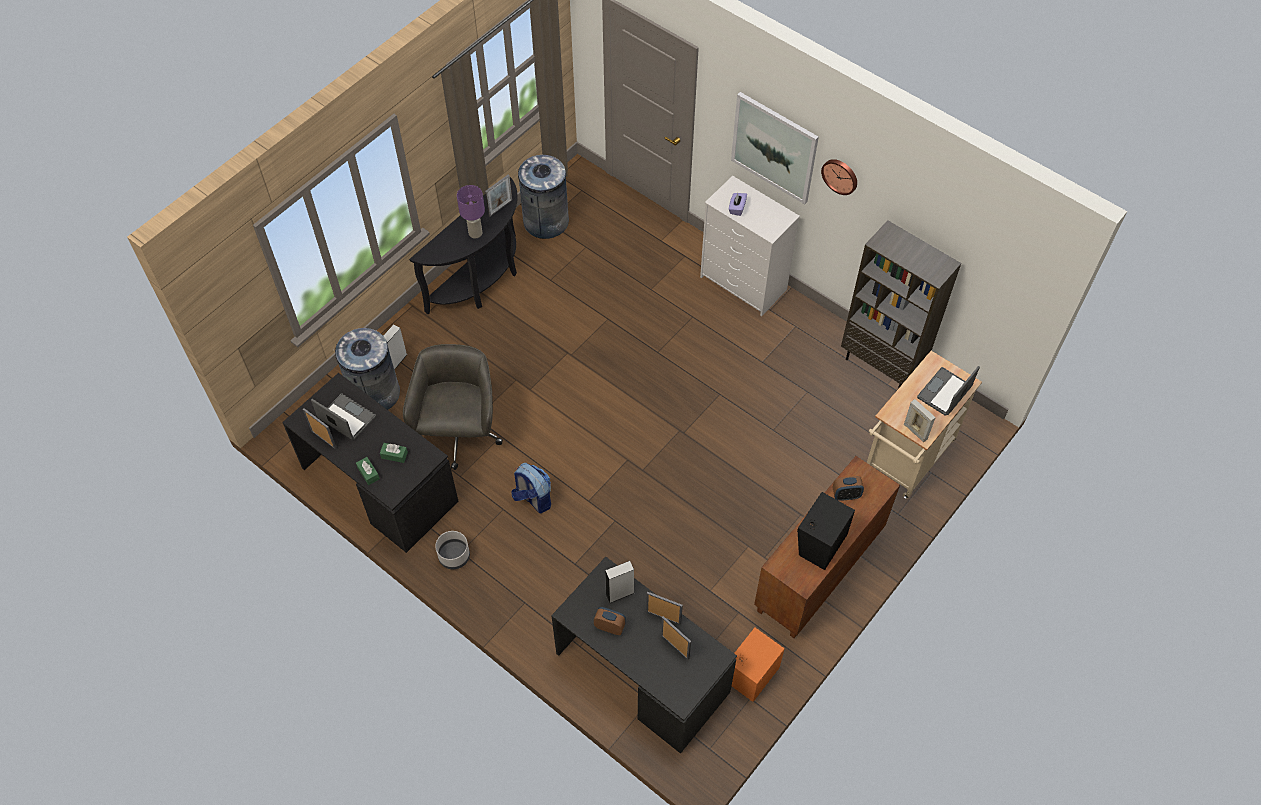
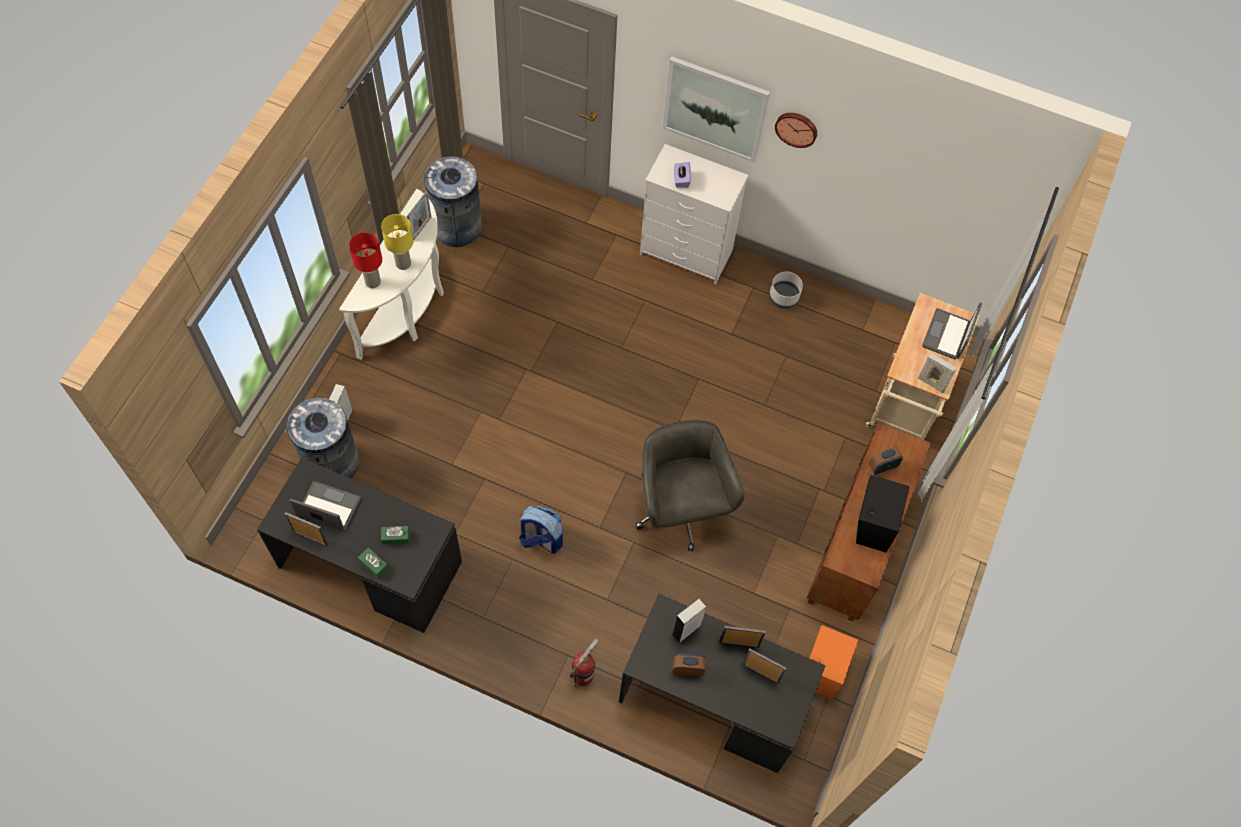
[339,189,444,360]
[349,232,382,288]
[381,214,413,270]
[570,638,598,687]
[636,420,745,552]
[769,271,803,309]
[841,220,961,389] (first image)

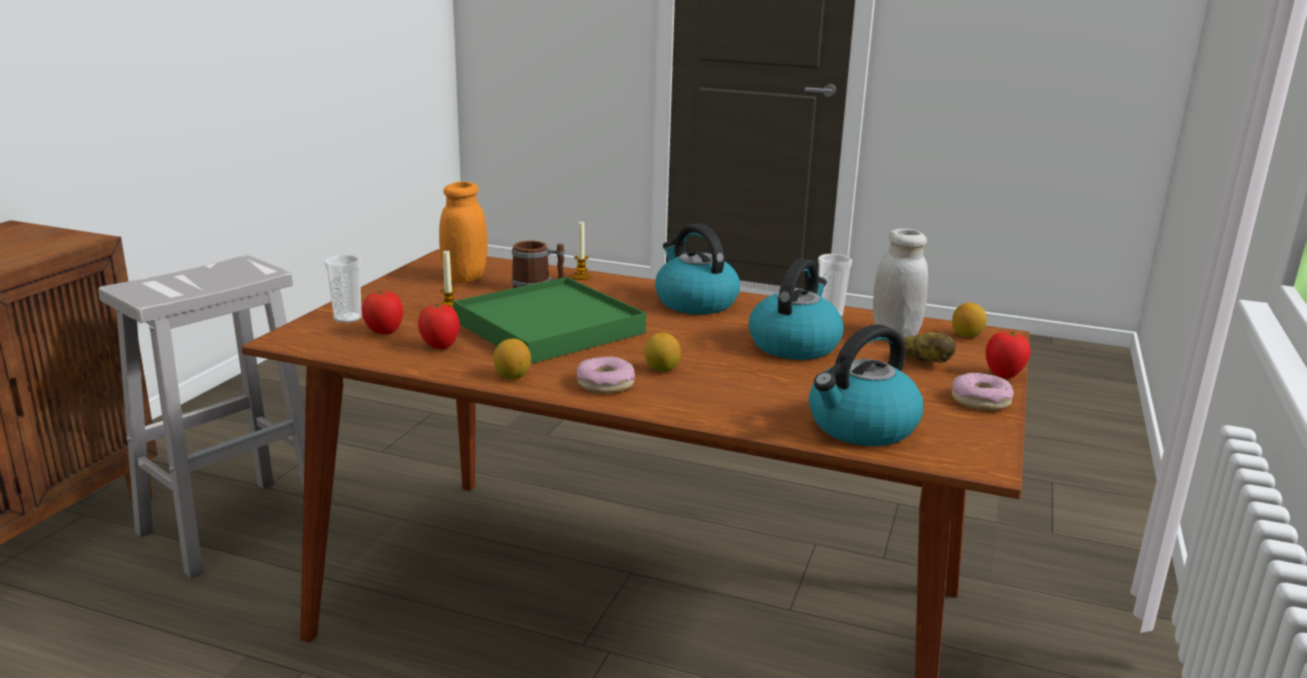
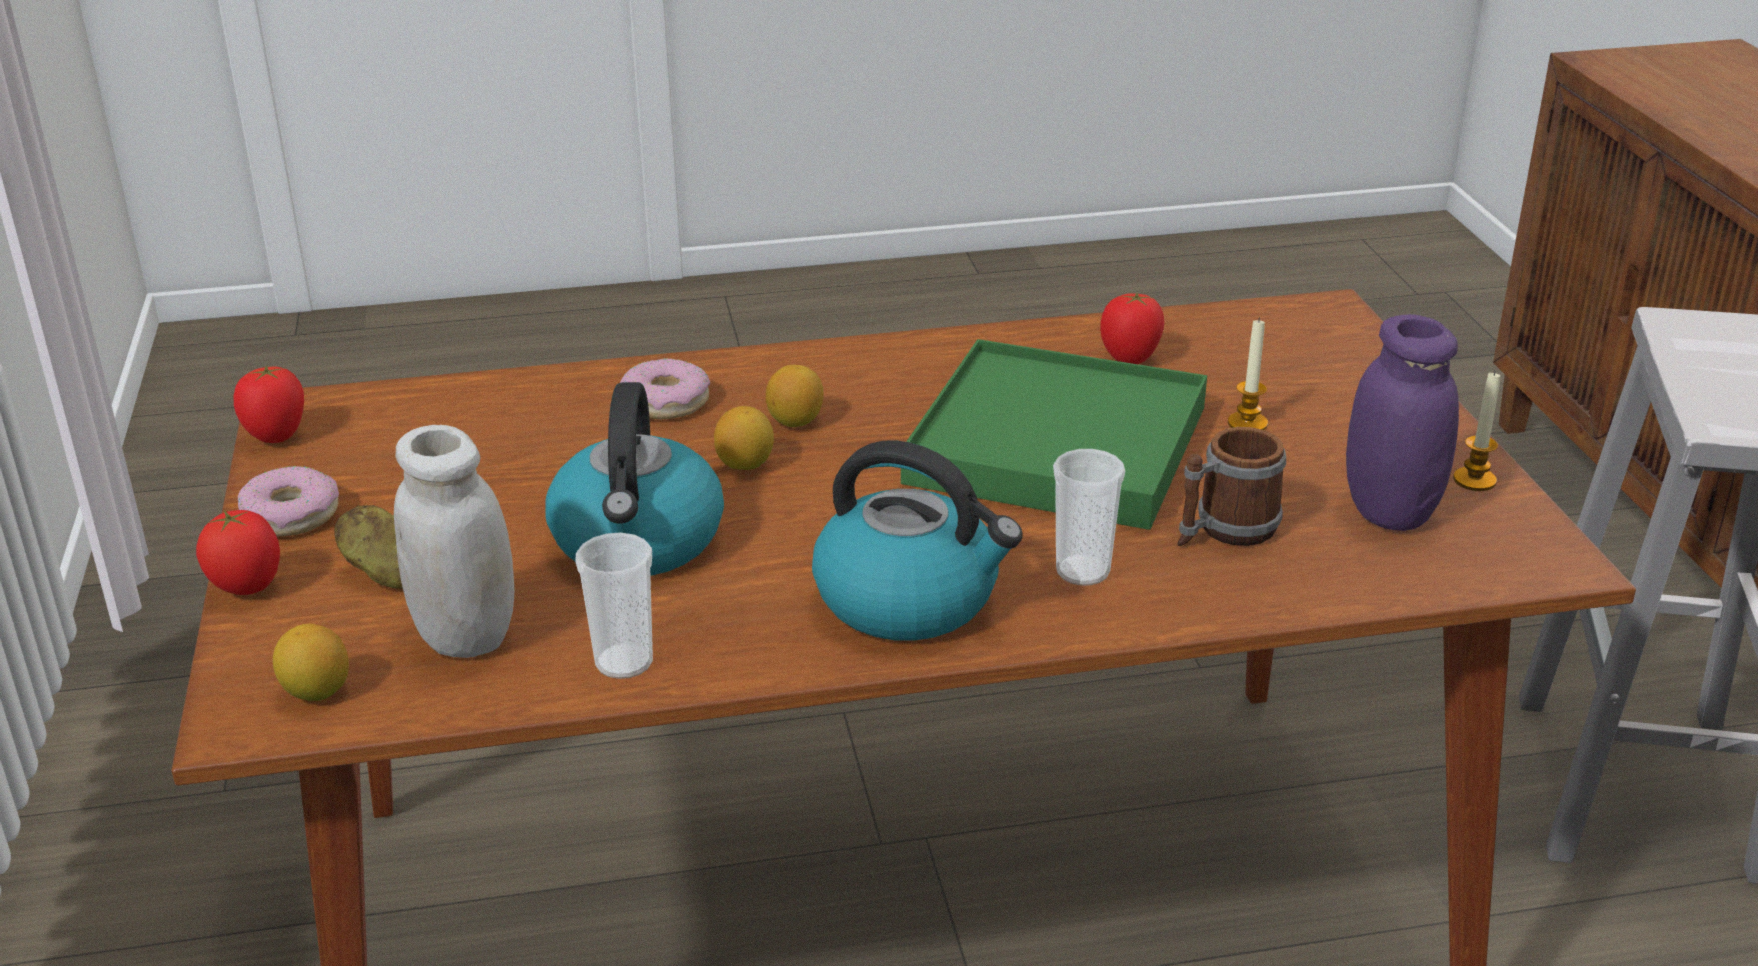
[234,365,304,443]
[620,358,710,419]
[714,406,774,470]
[1053,449,1125,586]
[1346,314,1459,531]
[1453,370,1501,491]
[809,324,924,446] (first image)

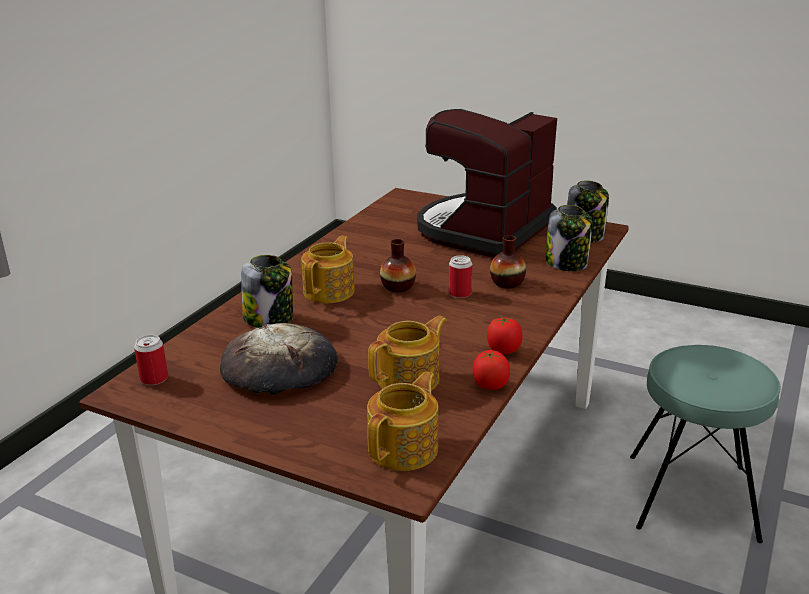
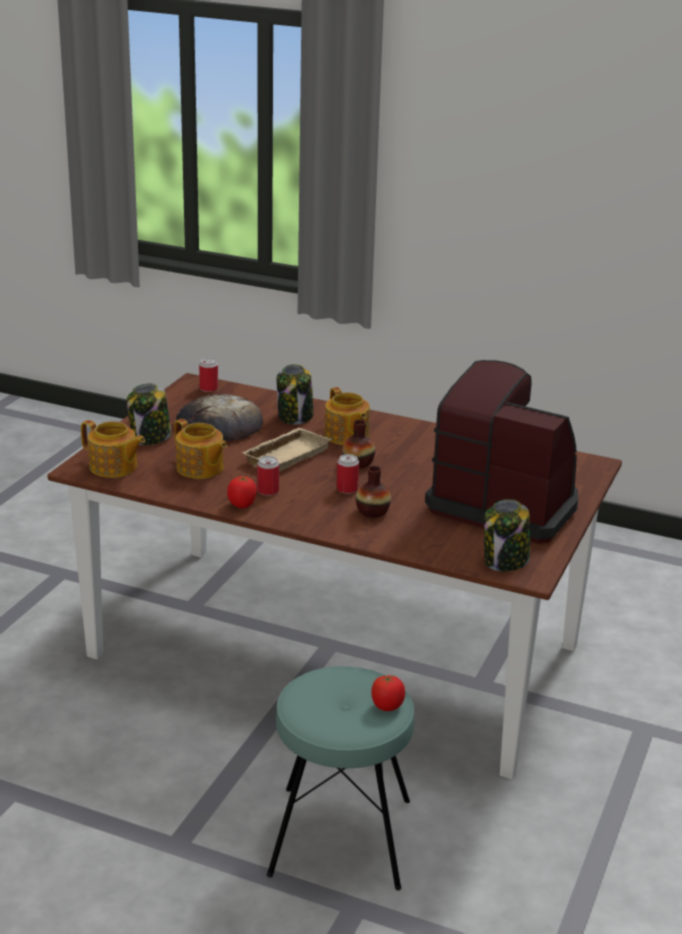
[127,383,171,445]
[241,428,332,472]
[257,456,279,496]
[324,387,370,445]
[371,674,405,711]

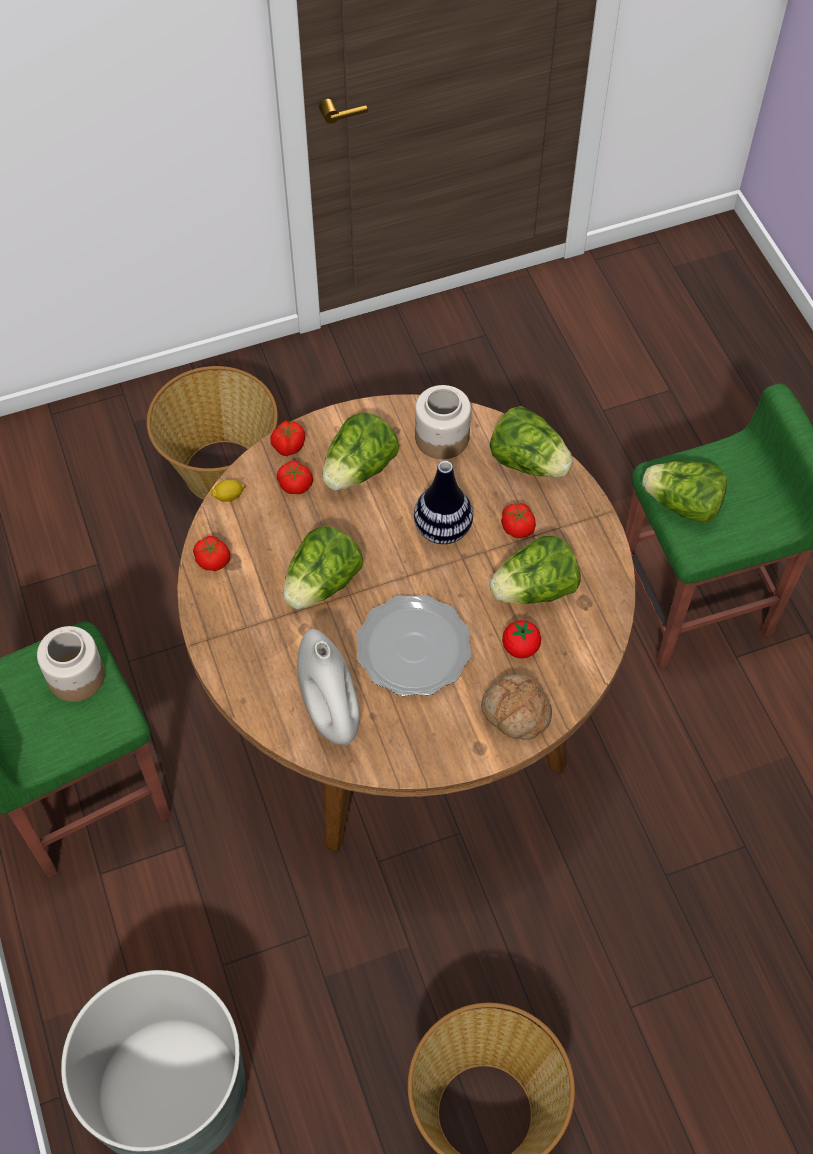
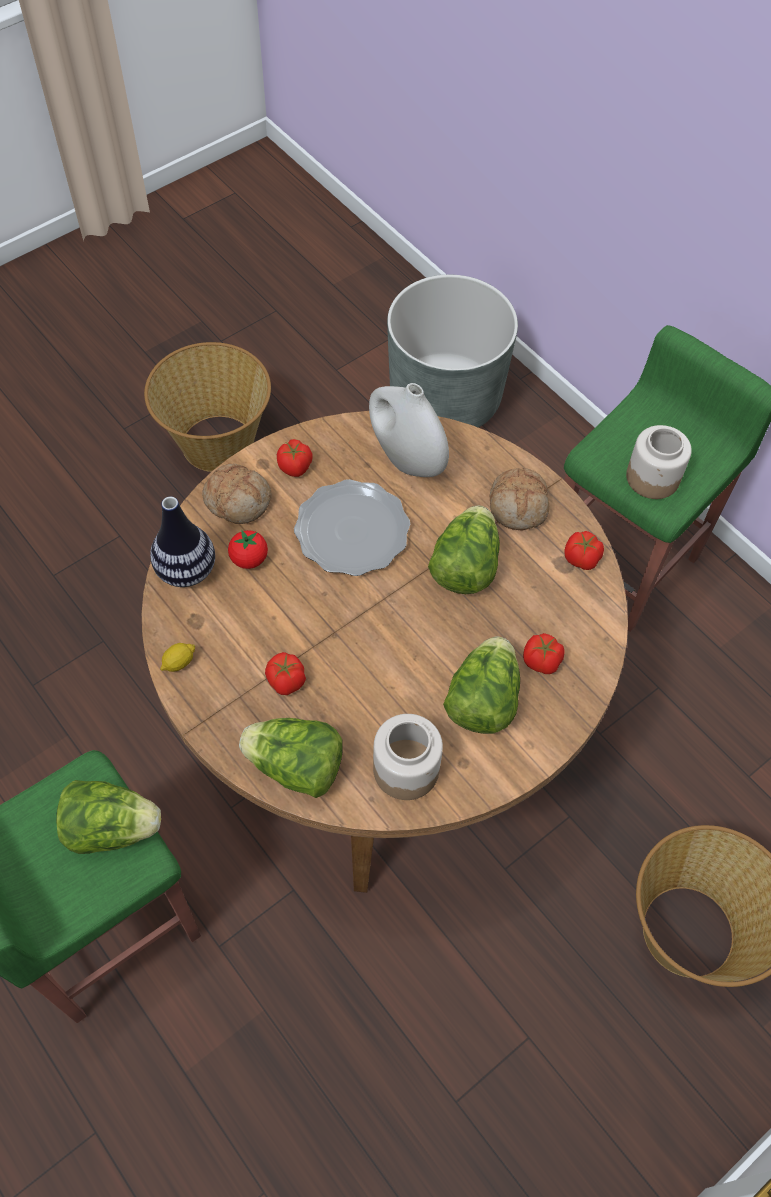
[150,496,215,587]
[160,643,195,672]
[277,439,313,477]
[490,468,549,530]
[489,536,581,604] (first image)

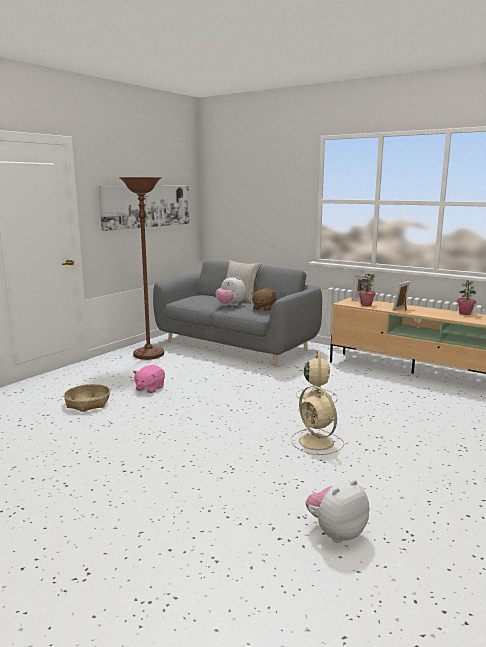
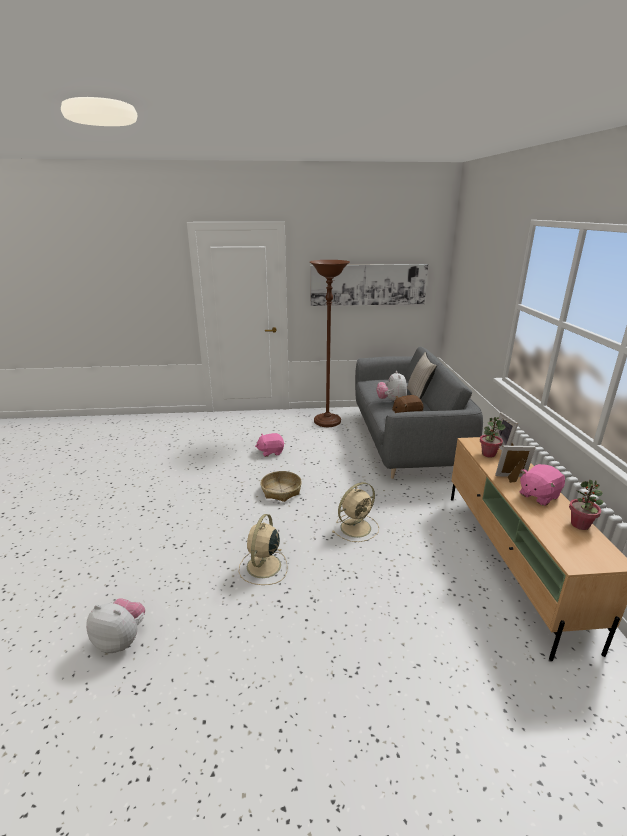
[261,471,302,502]
[520,464,565,506]

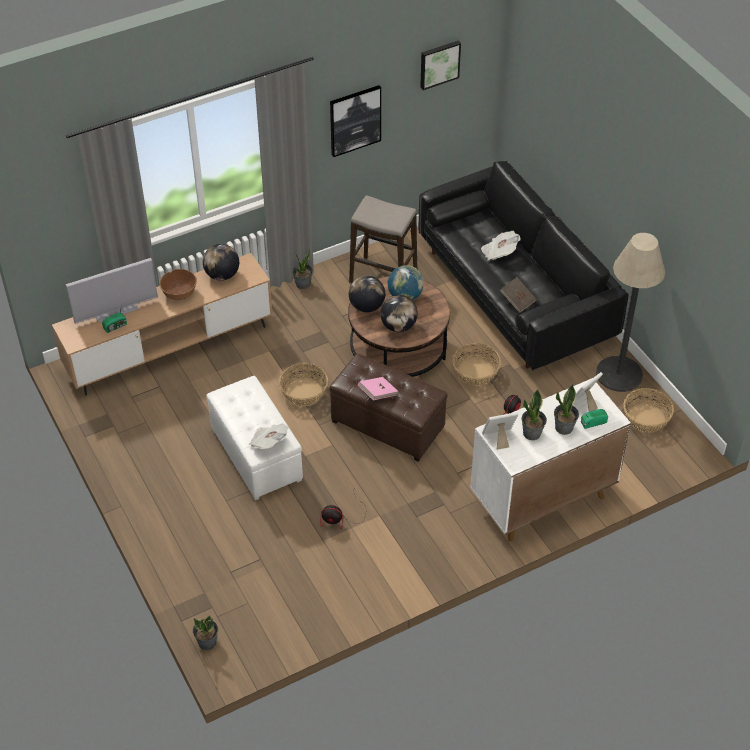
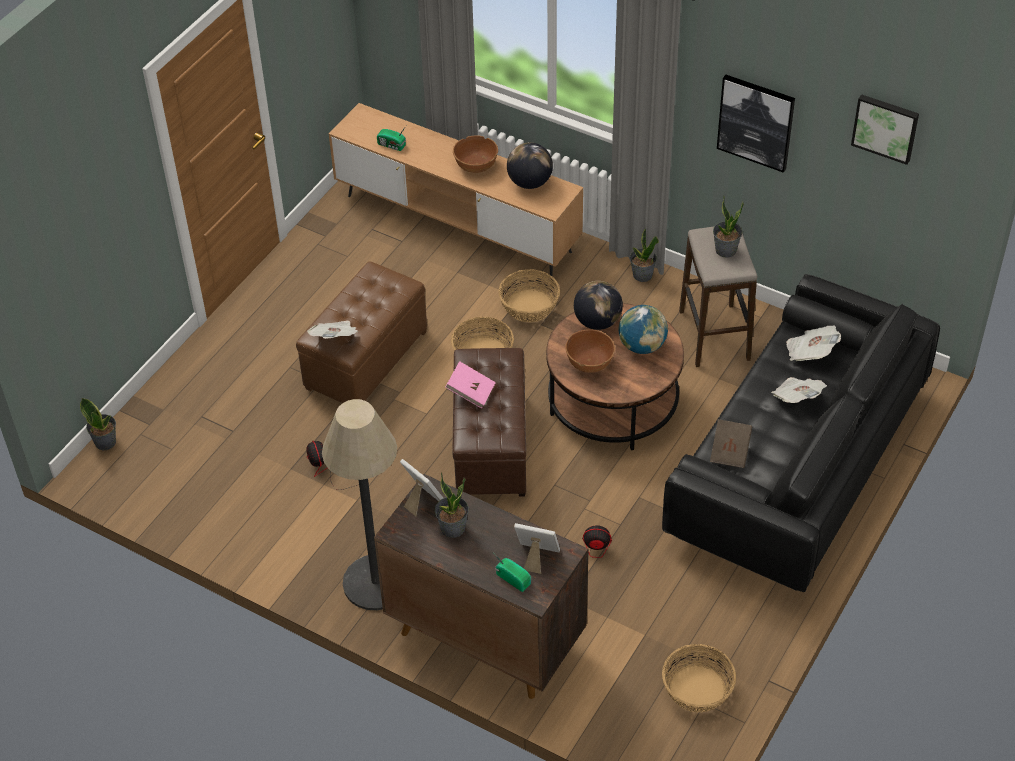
[296,261,427,403]
[322,399,397,610]
[374,474,588,699]
[499,269,560,322]
[565,329,615,373]
[713,196,744,257]
[786,325,841,361]
[66,258,158,324] (first image)

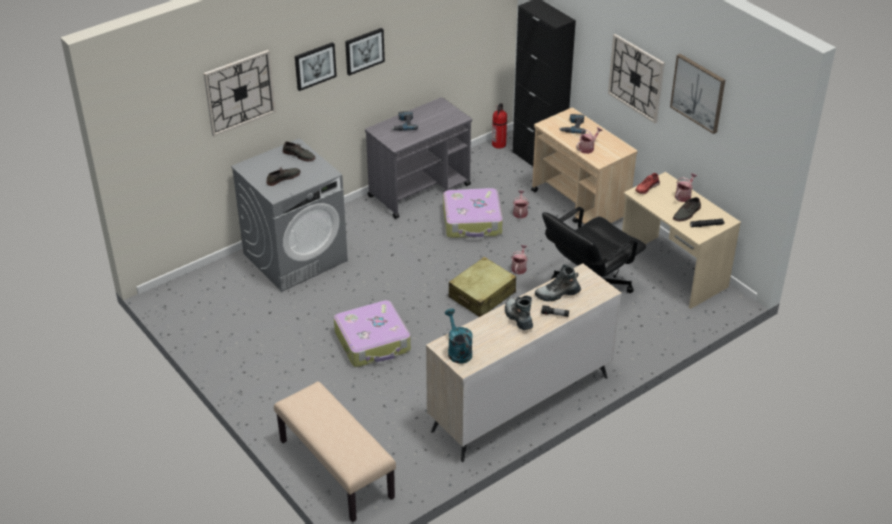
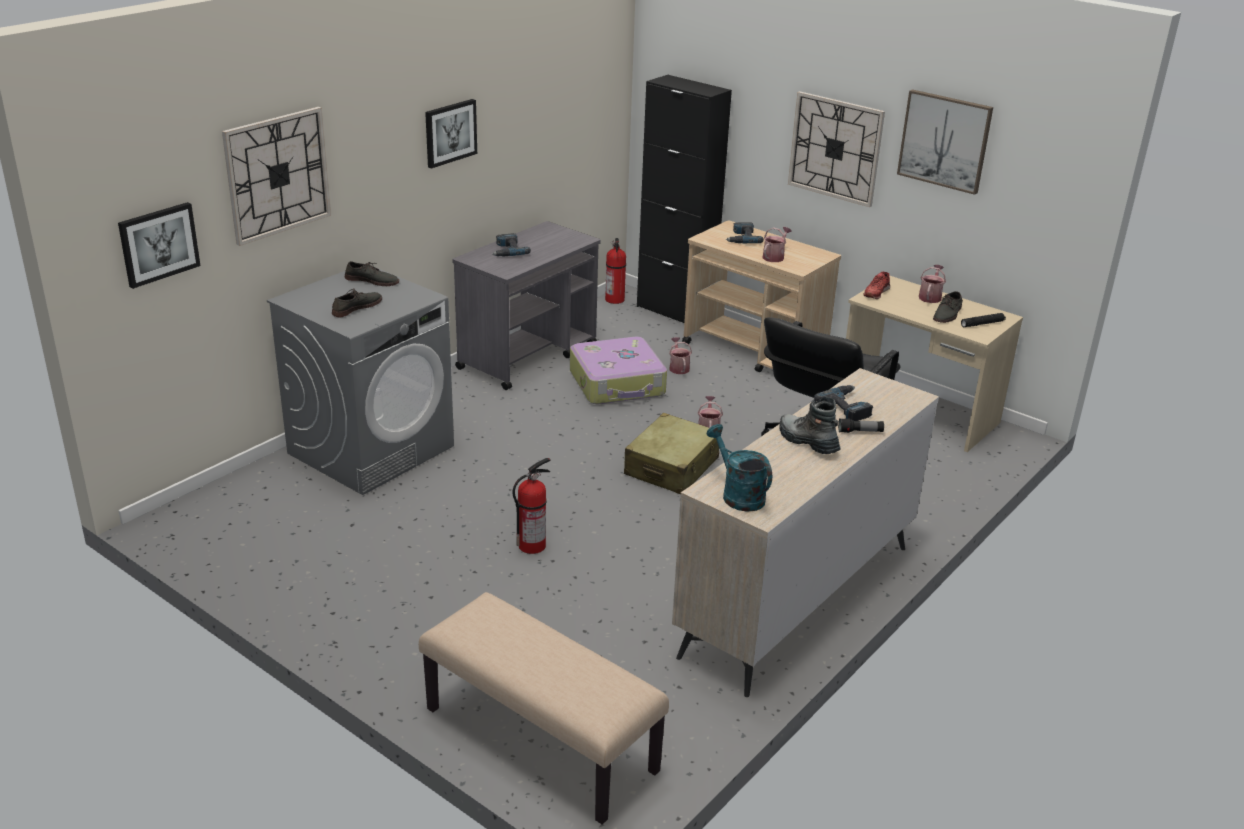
[118,202,201,289]
[512,458,551,554]
[814,385,873,421]

